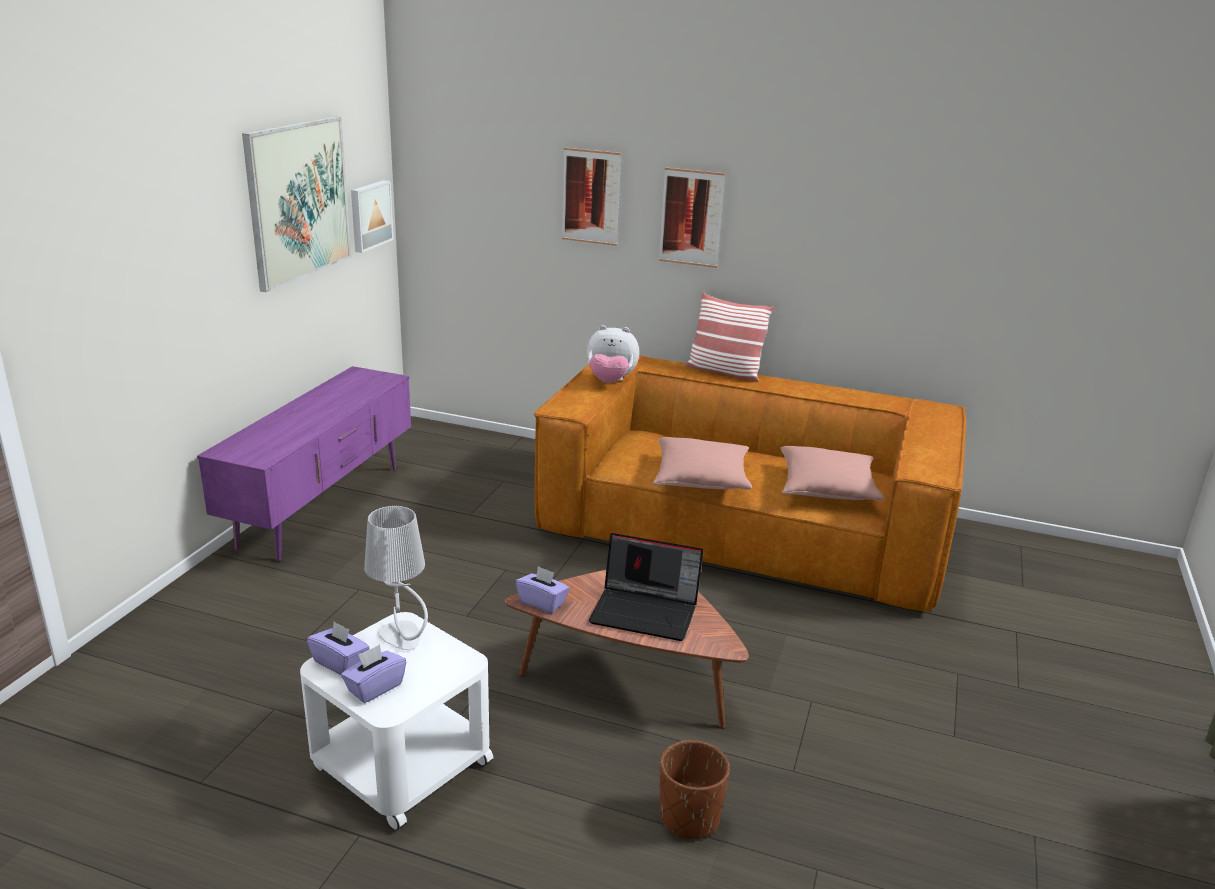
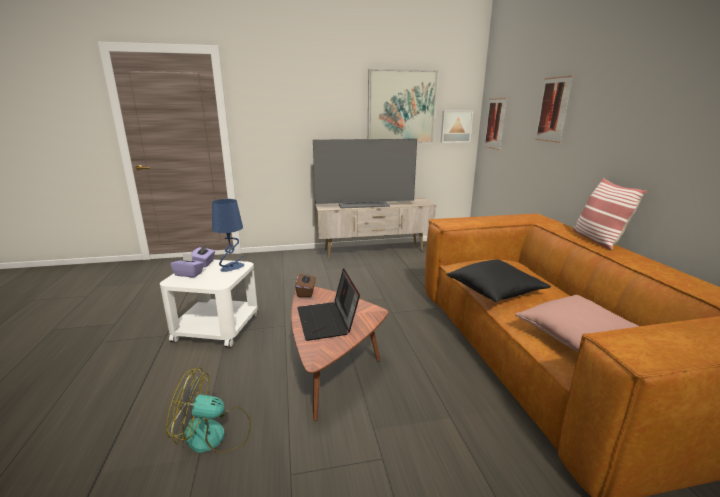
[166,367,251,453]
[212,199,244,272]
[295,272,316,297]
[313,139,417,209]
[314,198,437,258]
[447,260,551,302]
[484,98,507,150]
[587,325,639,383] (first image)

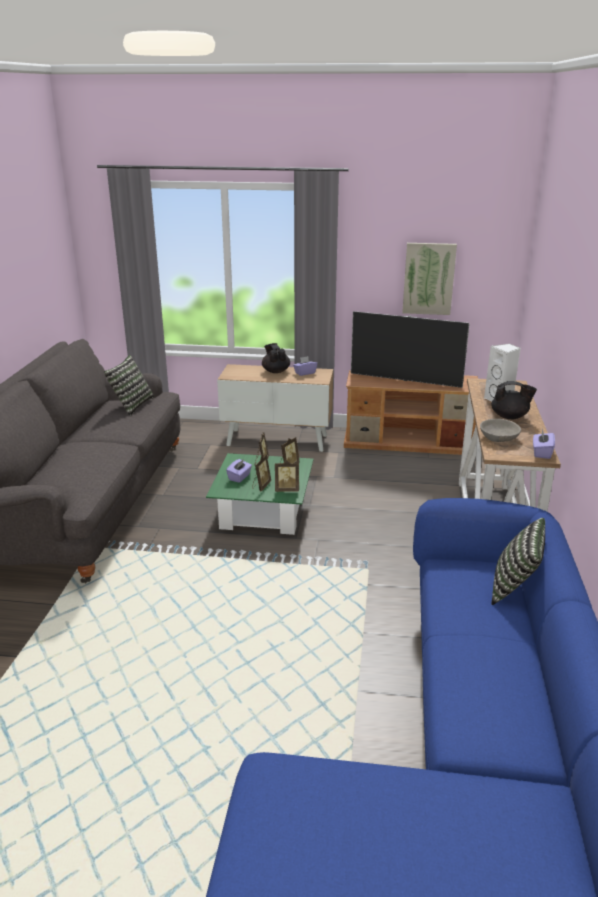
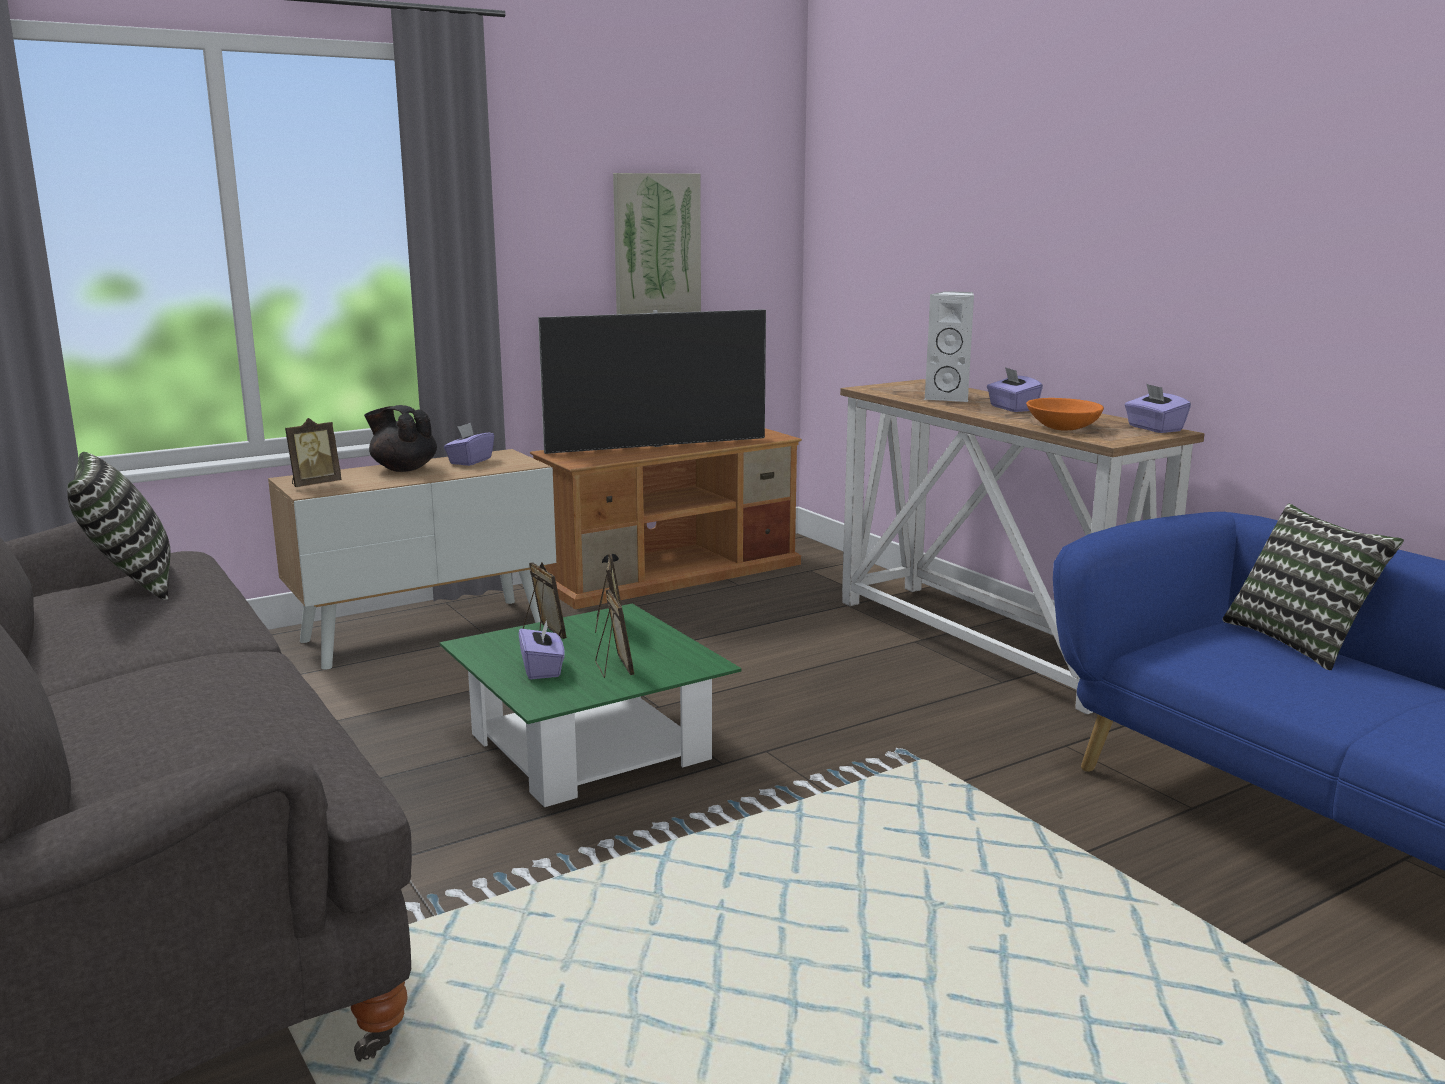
[285,418,341,487]
[987,367,1043,412]
[1026,398,1104,431]

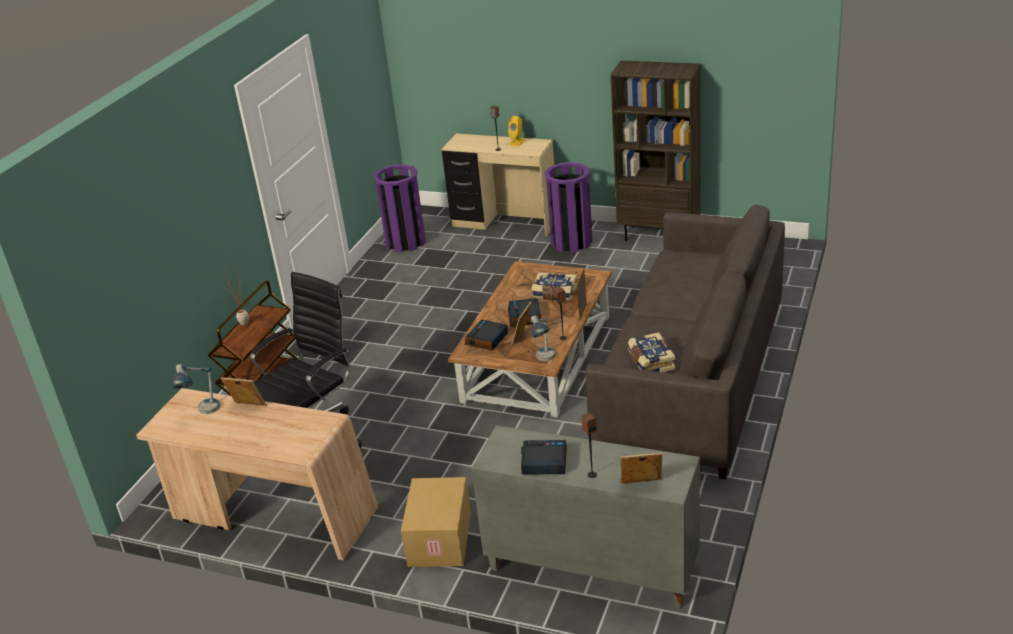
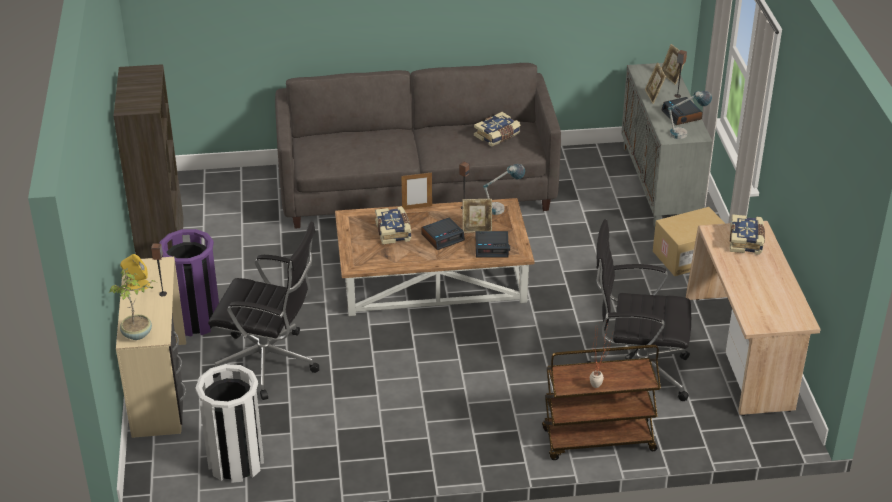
[109,268,156,340]
[195,364,264,483]
[208,221,319,400]
[645,62,666,104]
[668,91,712,139]
[730,214,765,255]

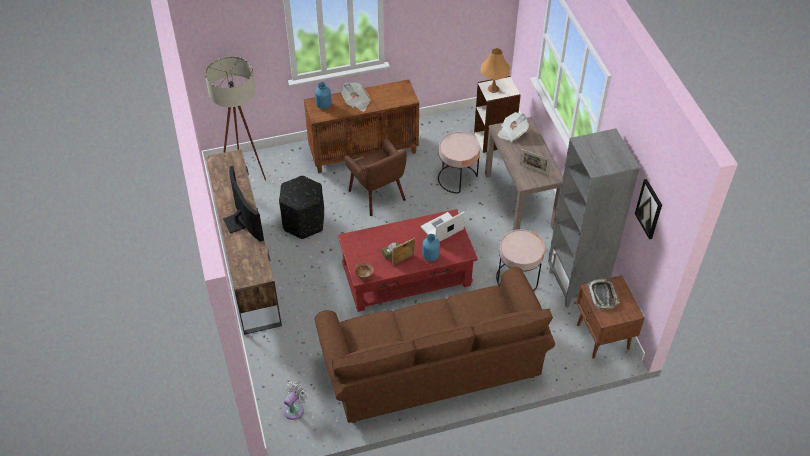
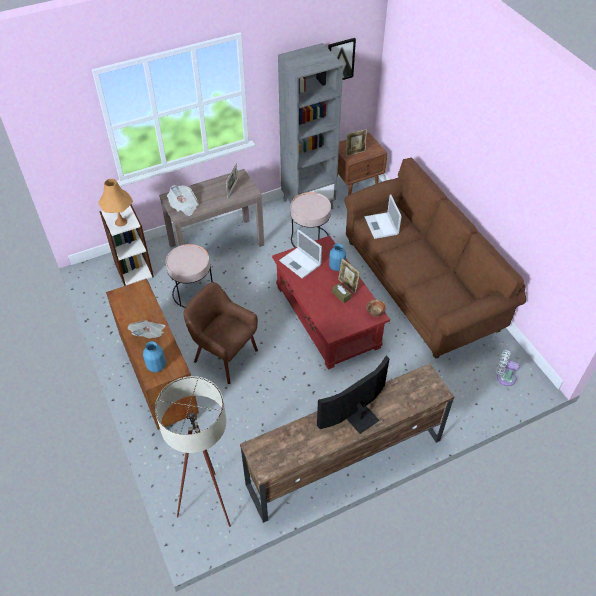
[183,282,258,384]
[346,129,367,156]
[364,194,402,239]
[279,176,324,239] (first image)

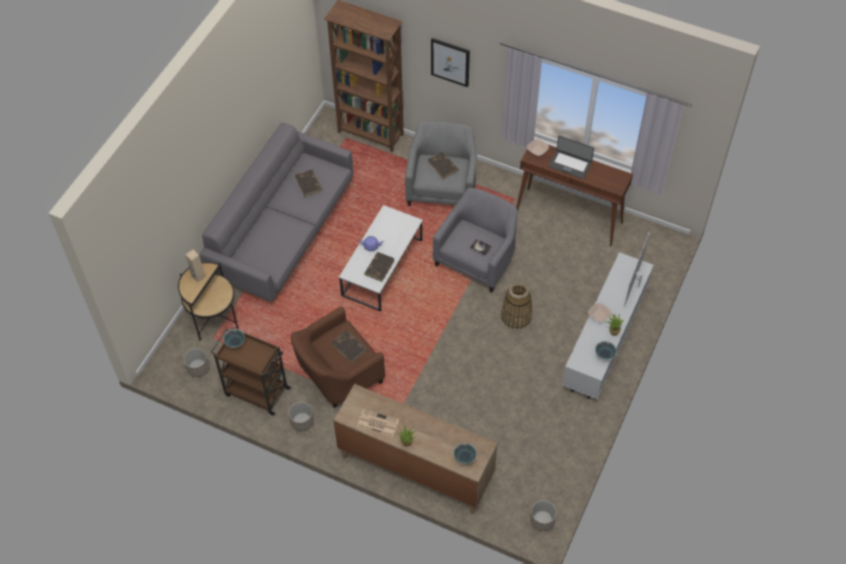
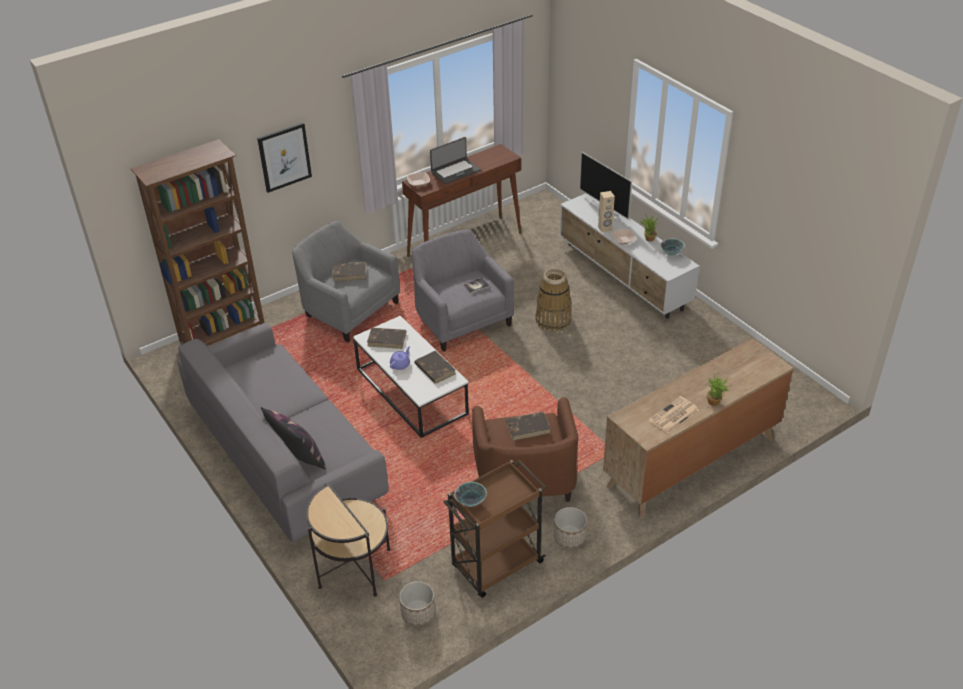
[261,407,326,469]
[367,328,406,349]
[598,191,615,233]
[453,443,477,464] (first image)
[530,500,557,531] (first image)

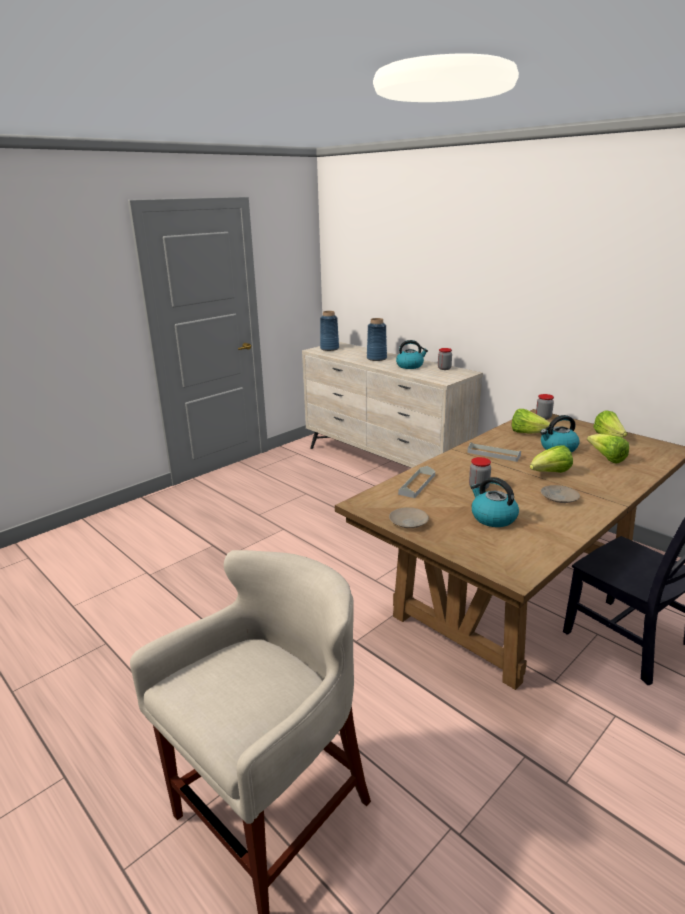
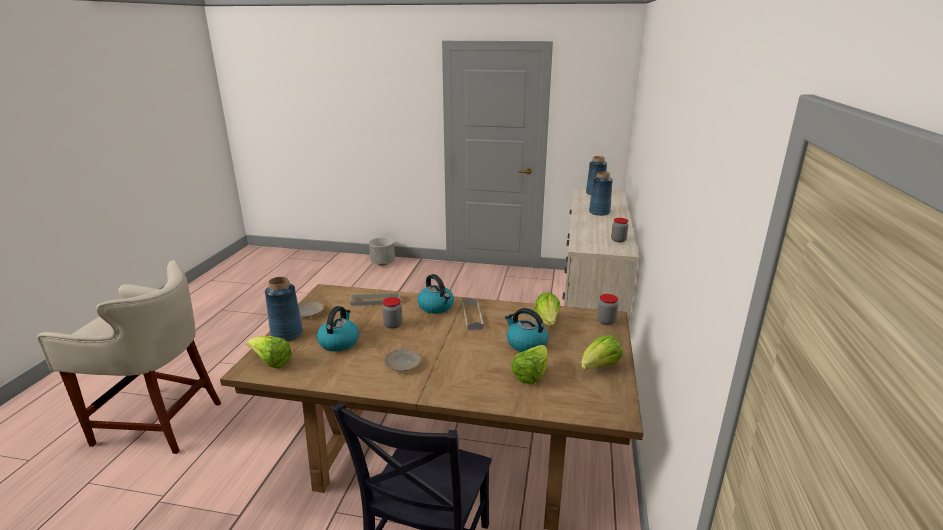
[246,336,292,369]
[265,277,303,342]
[369,237,395,265]
[417,274,454,314]

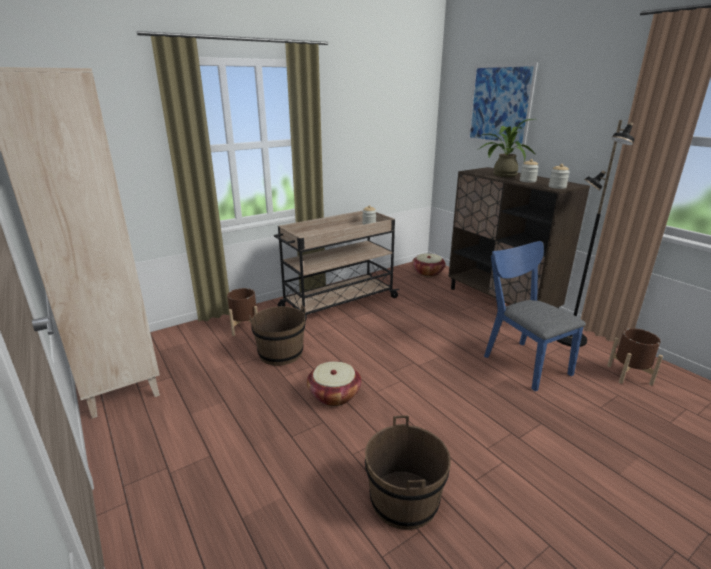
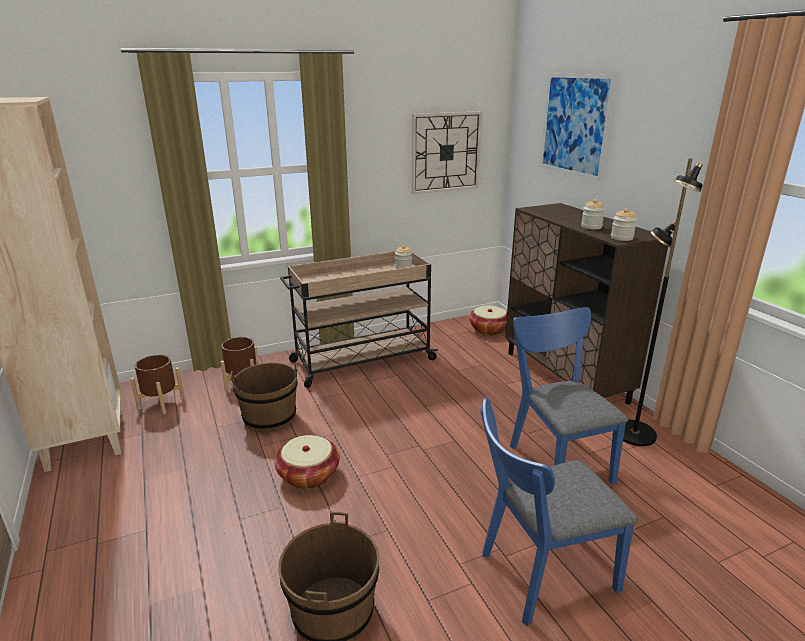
[130,355,185,414]
[412,111,482,194]
[480,398,638,626]
[477,119,535,177] (first image)

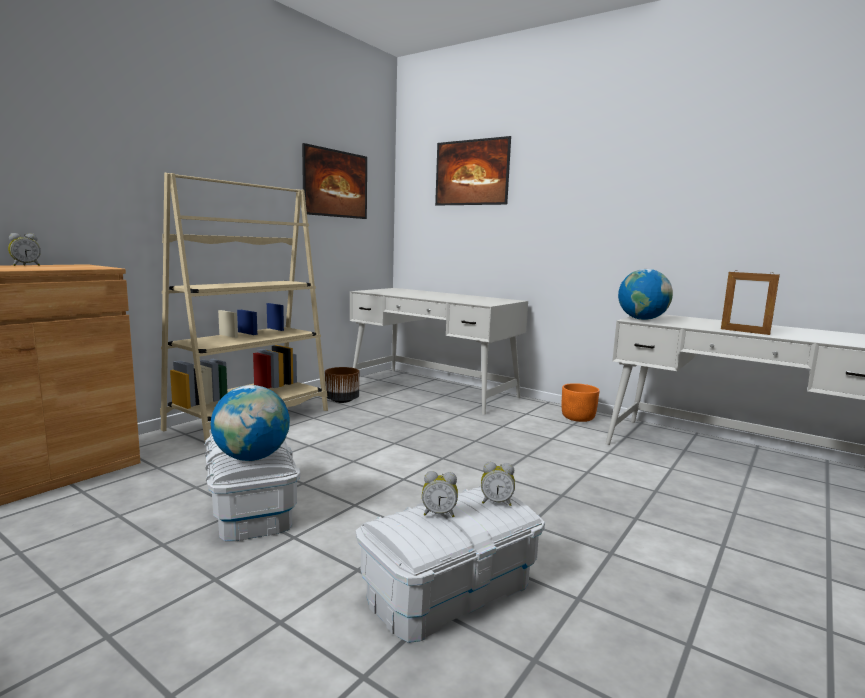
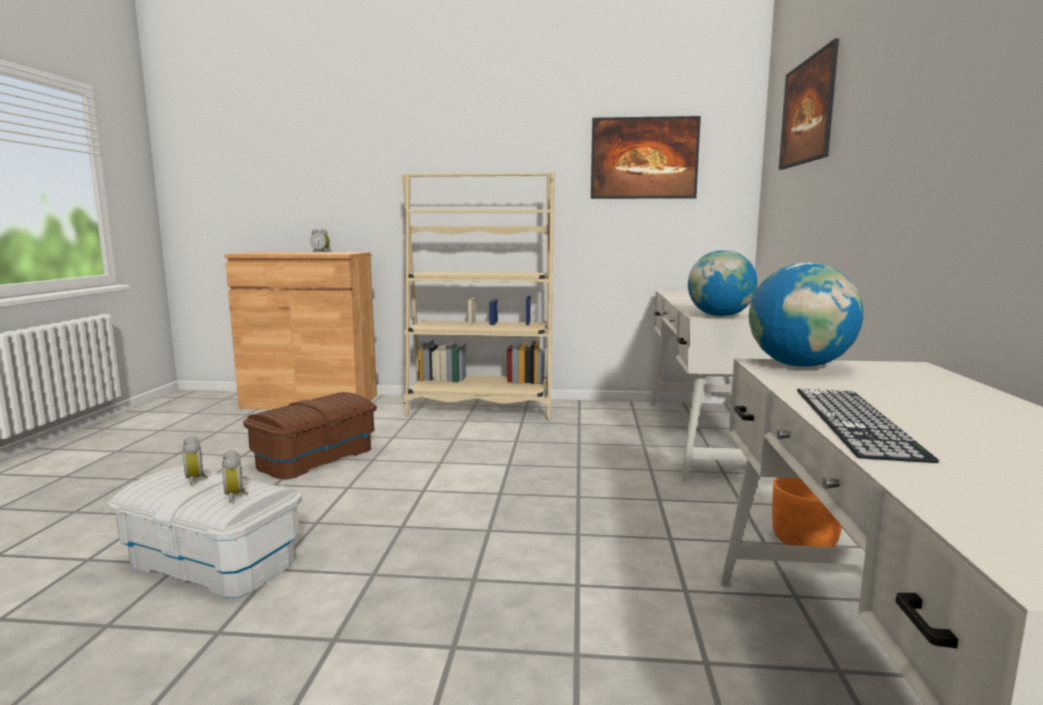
[243,392,377,480]
[688,250,757,317]
[797,388,939,463]
[325,367,359,403] (first image)

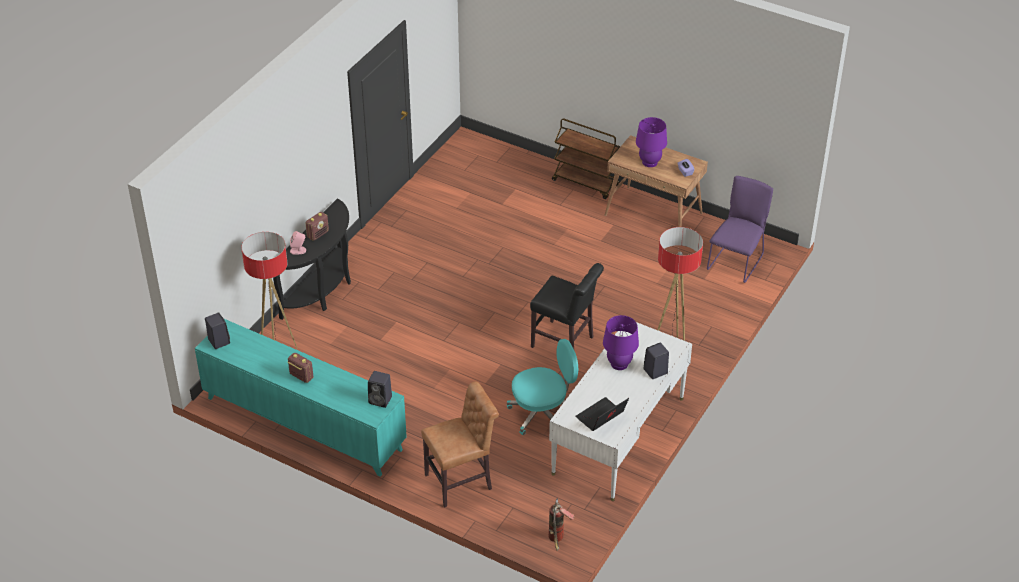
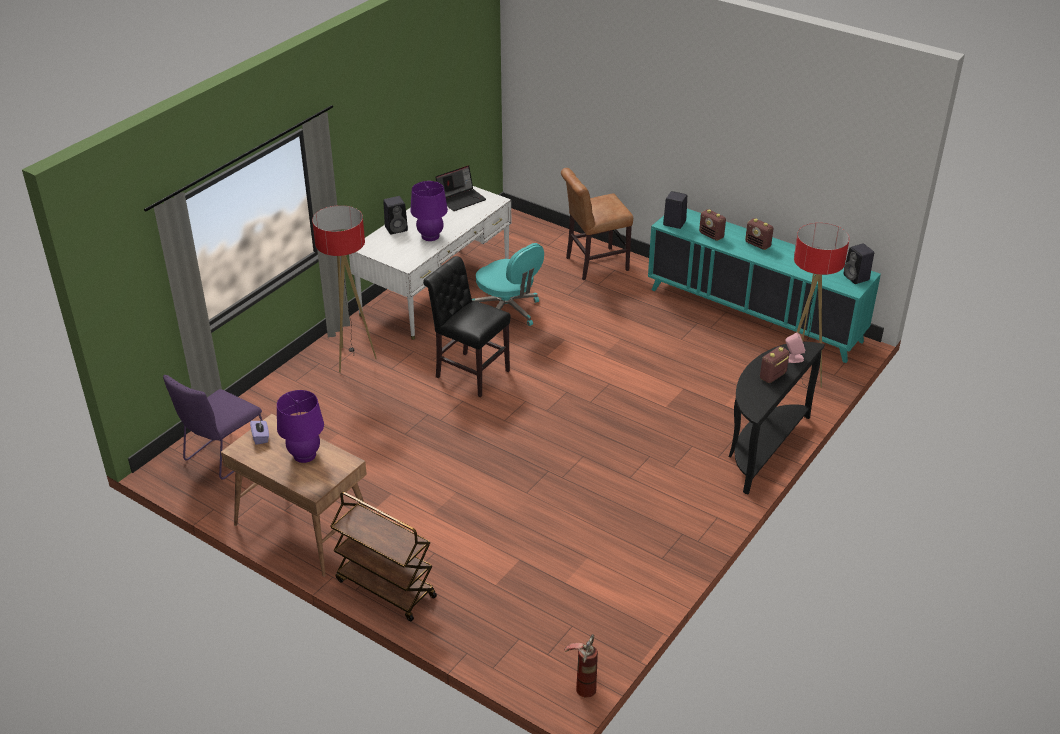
[472,243,544,326]
[564,634,598,698]
[699,209,726,241]

